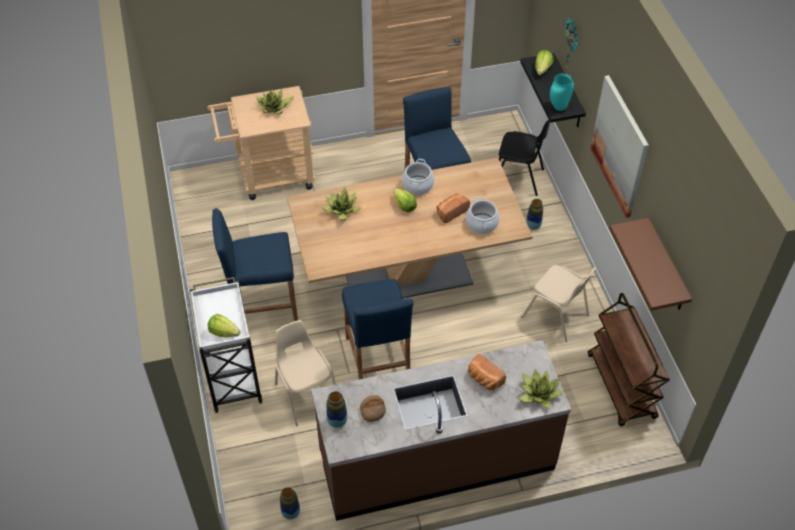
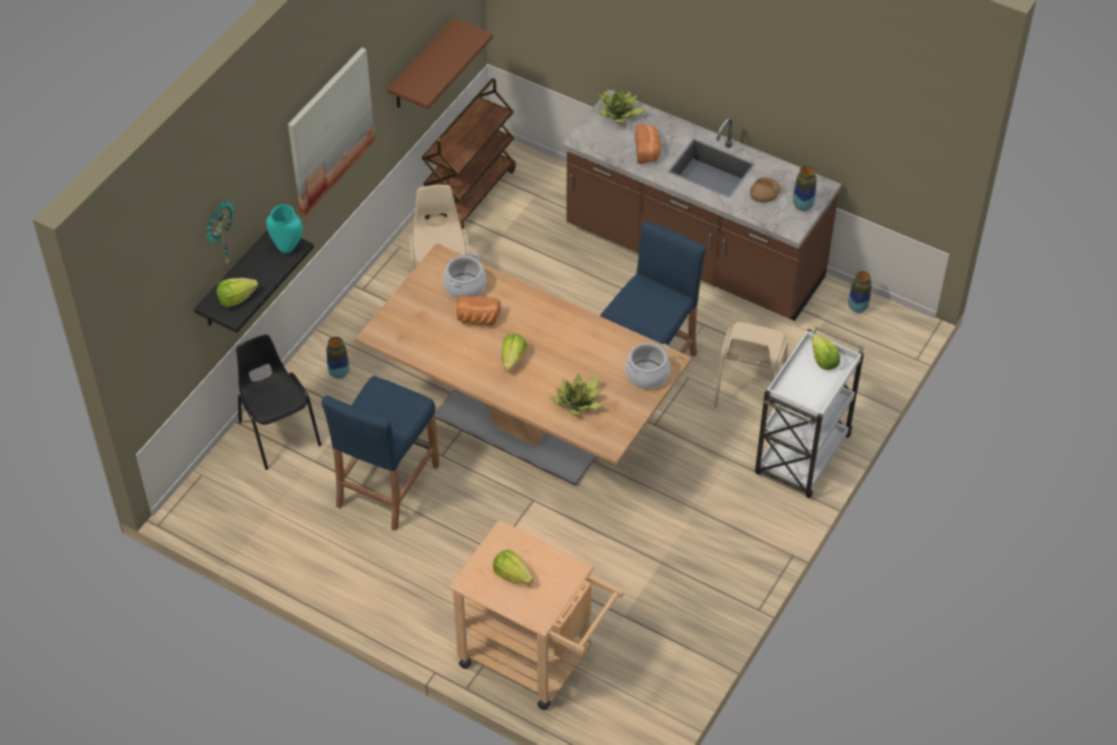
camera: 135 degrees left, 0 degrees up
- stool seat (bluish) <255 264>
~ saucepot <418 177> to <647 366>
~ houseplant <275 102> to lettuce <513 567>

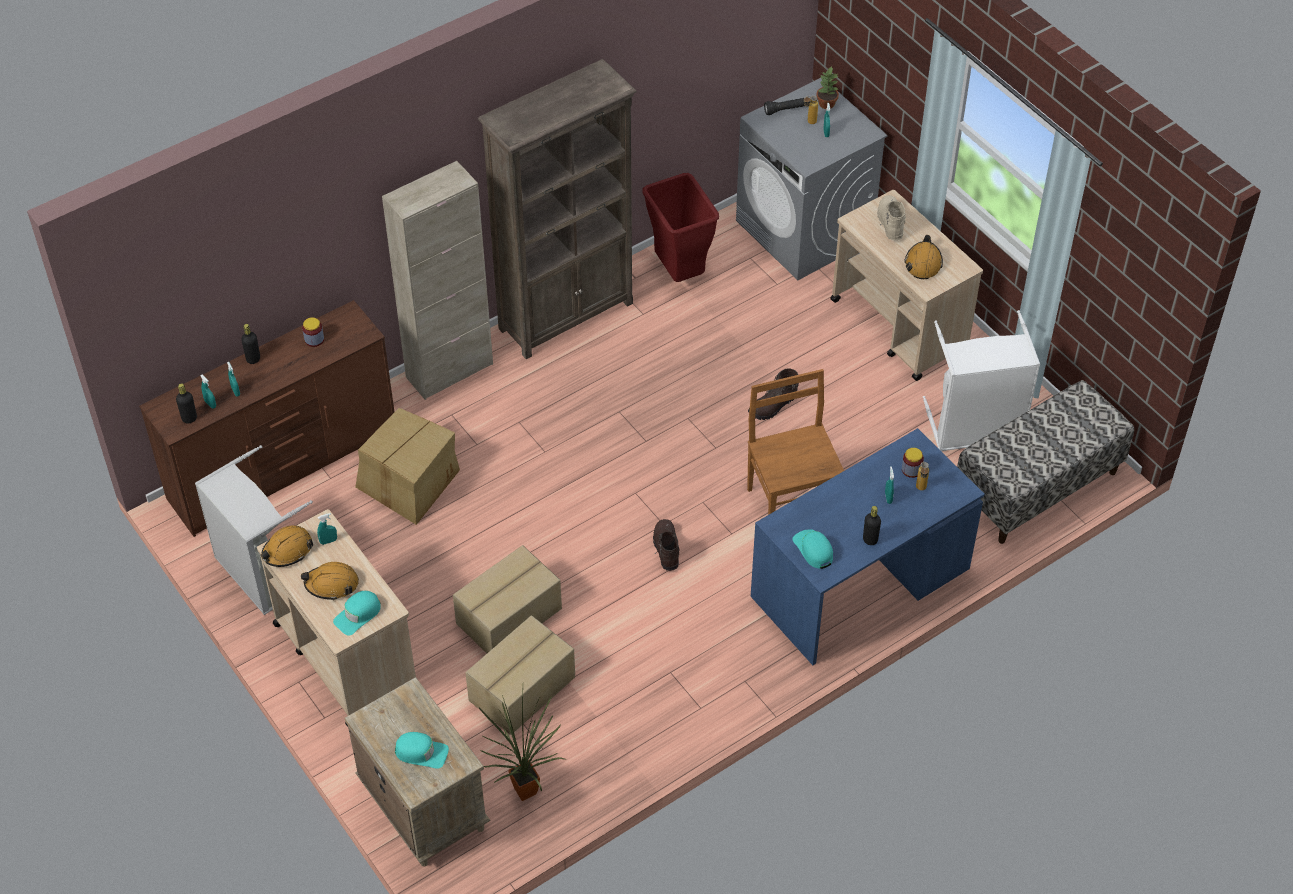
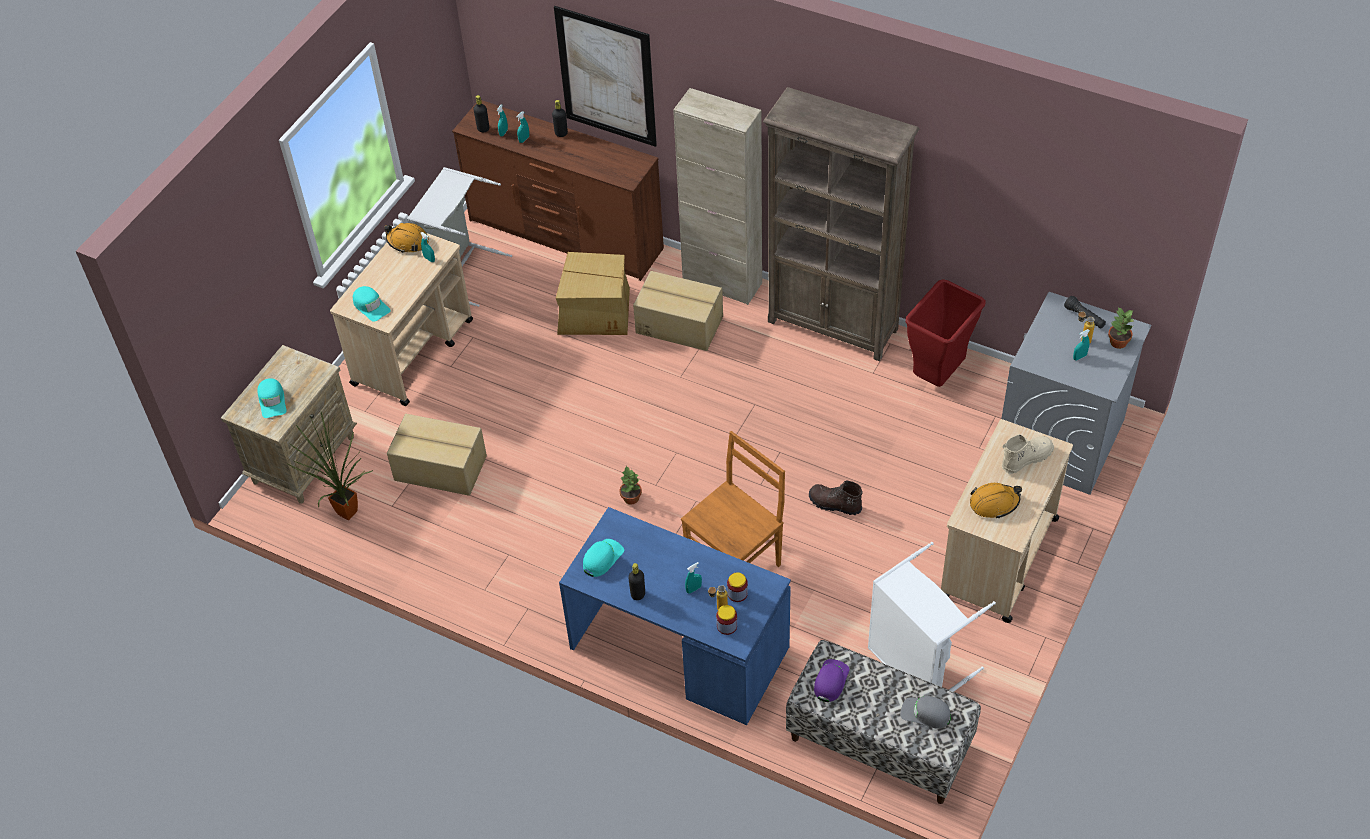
camera: 65 degrees right, 0 degrees up
- work helmet (orange) <330 581>
+ picture <605 76>
+ cap (purplish) <831 680>
+ cap (greyish) <925 712>
~ jar <313 332> to <726 620>
~ carton <507 599> to <678 311>
~ boot (brown) <666 545> to houseplant <630 485>
~ cap (turquoise-coloured) <357 613> = <372 304> 150 degrees counterclockwise

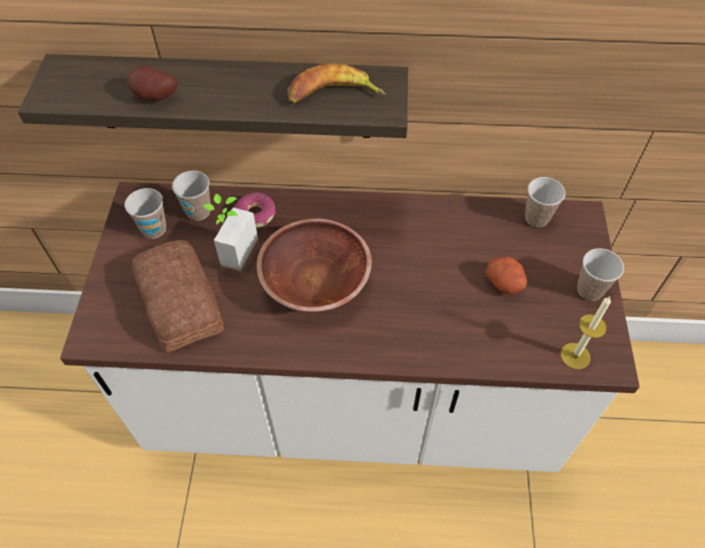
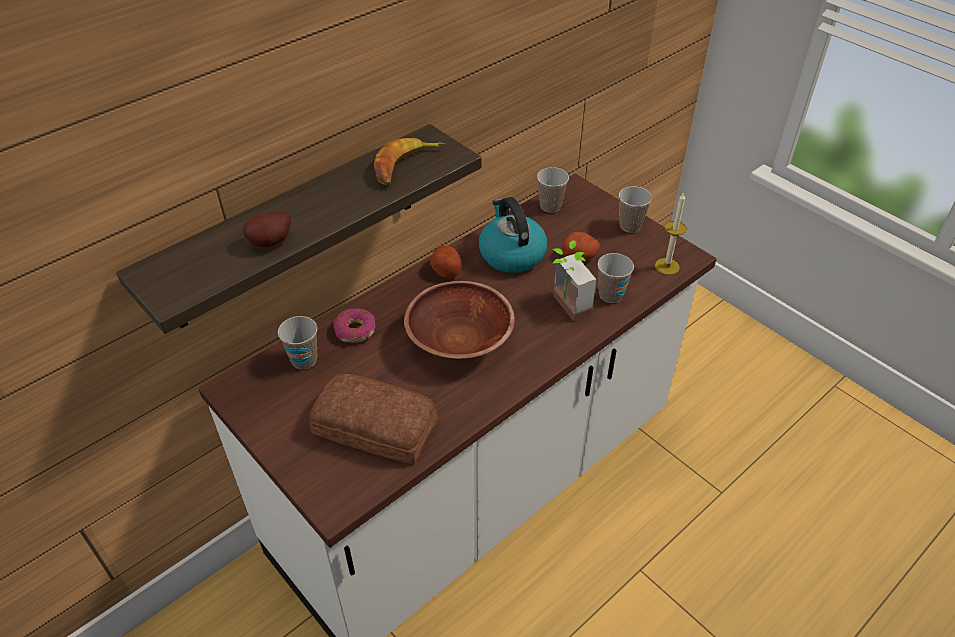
camera: 45 degrees left, 10 degrees down
+ potato <445 261>
+ water kettle <513 235>
~ cup <145 213> to <615 278>
~ houseplant <231 235> to <574 280>

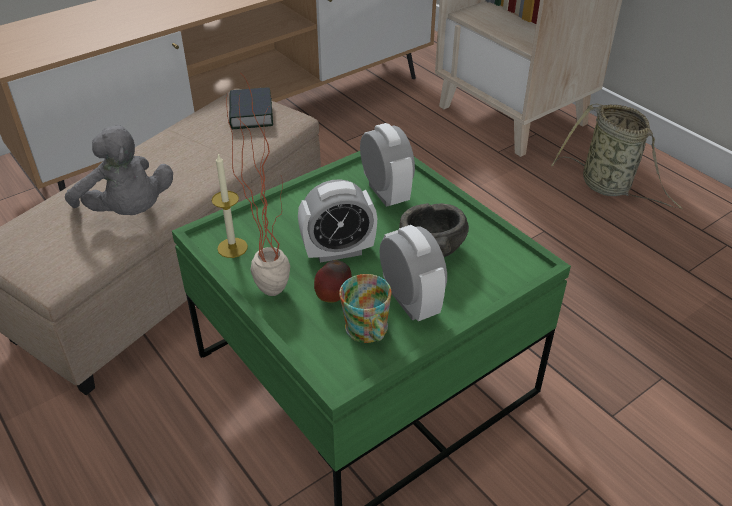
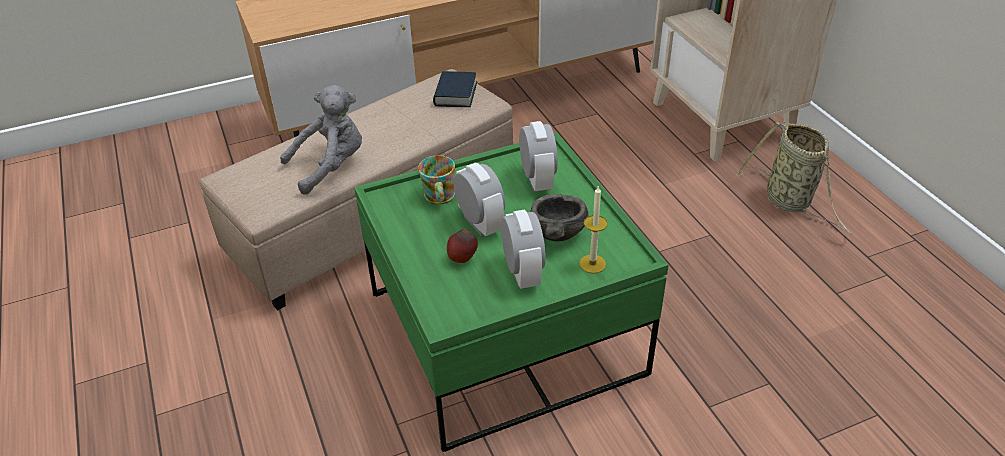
camera: 15 degrees right, 0 degrees up
- houseplant <258 186>
~ candle <229 206> to <593 230>
~ mug <365 308> to <436 180>
~ soft toy (greyish) <119 170> = <321 140> 90 degrees counterclockwise
~ alarm clock <337 221> = <479 199> 120 degrees counterclockwise

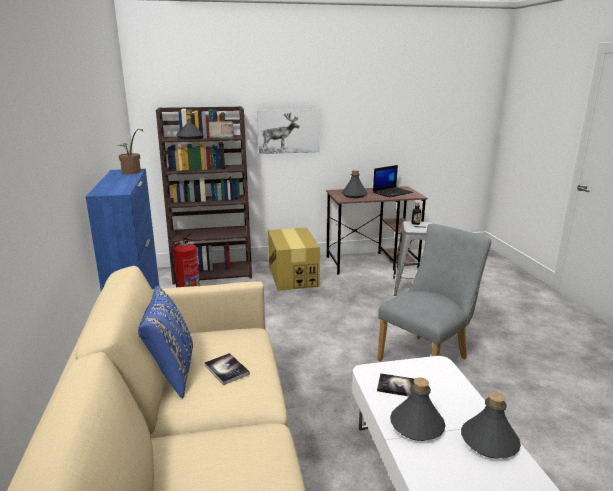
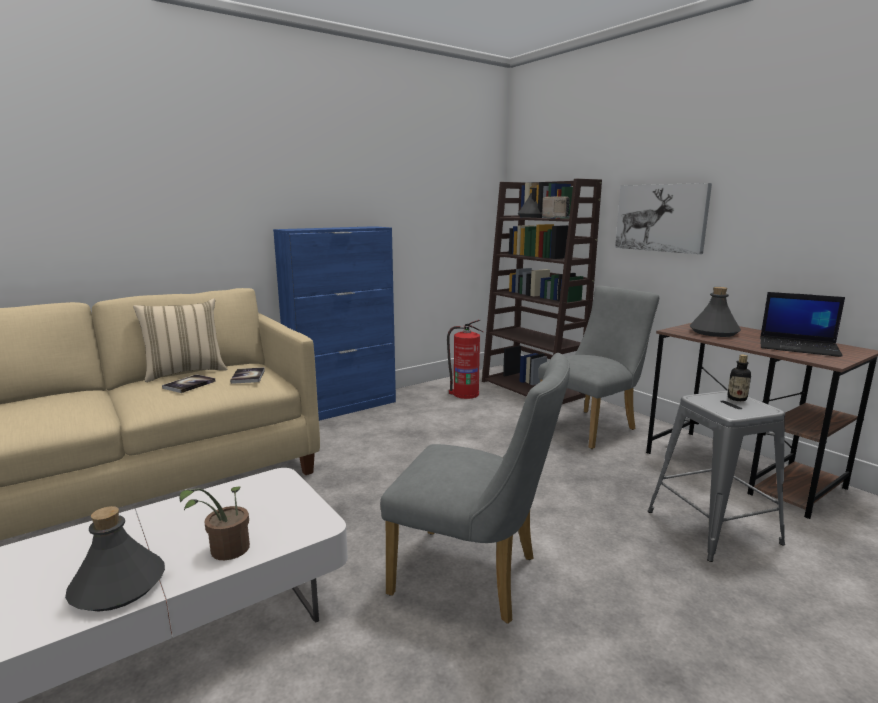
camera: 65 degrees right, 5 degrees down
- bottle (greyish) <417 409>
~ houseplant <130 151> to <215 523>
~ book <396 385> to <247 376>
~ carton <294 259> to chair (greyish) <598 367>
~ pillow (bluish) <165 342> to pillow (beige) <180 340>

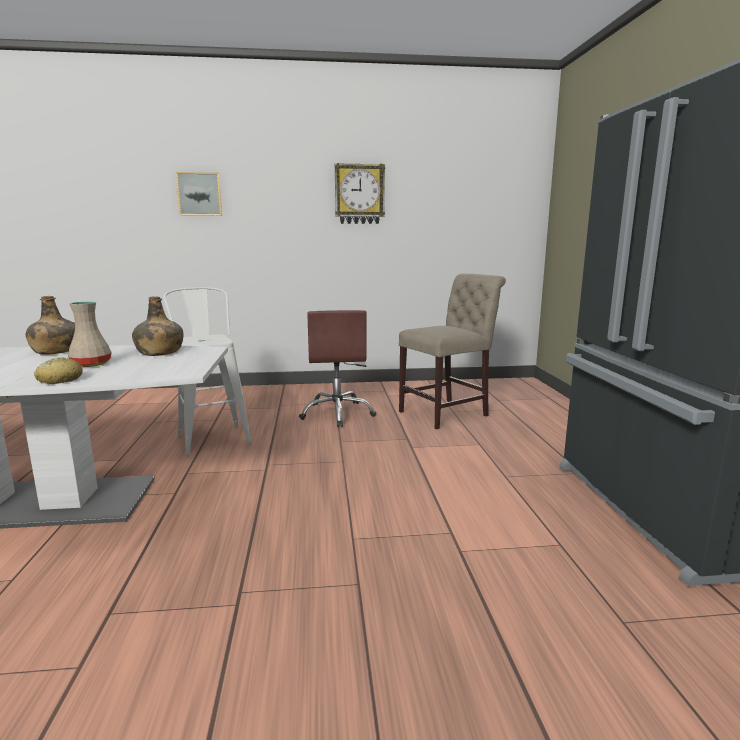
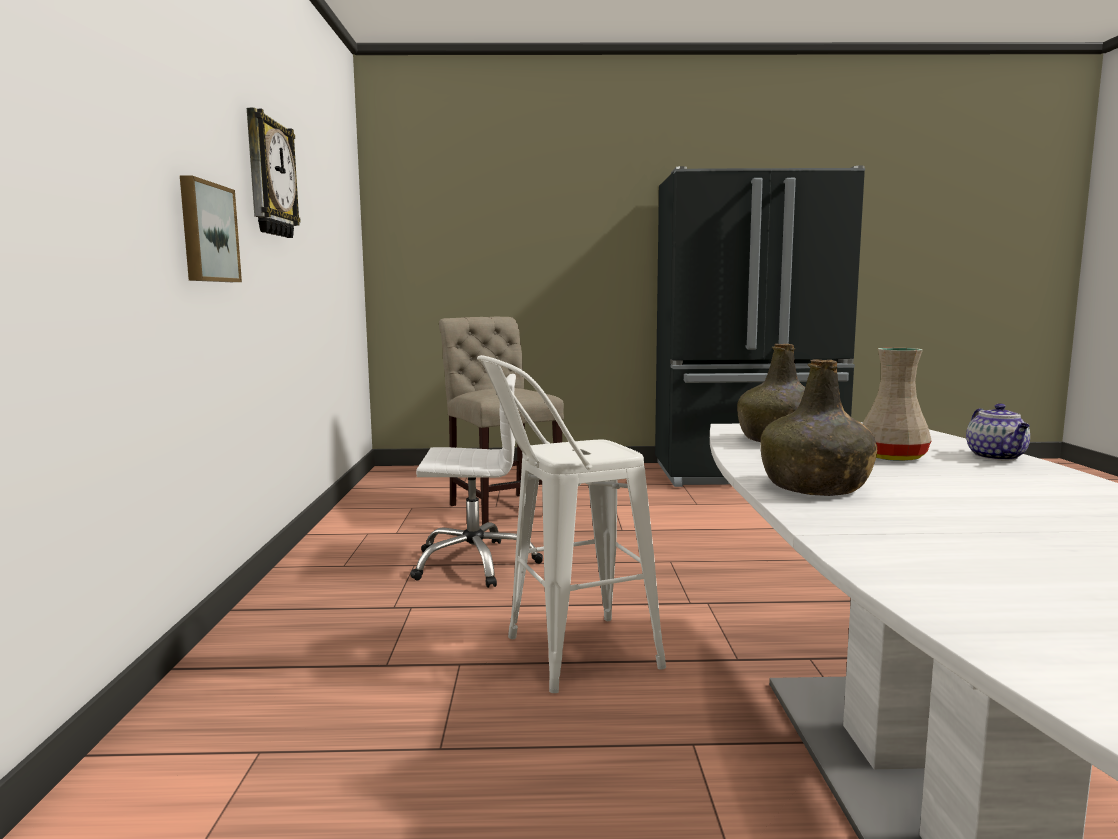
camera: 85 degrees left, 5 degrees down
~ picture <199 194> to <211 229>
~ baked bread <58 370> to pot for tea <998 432>
~ office chair (brown) <337 368> to office chair (white) <476 481>

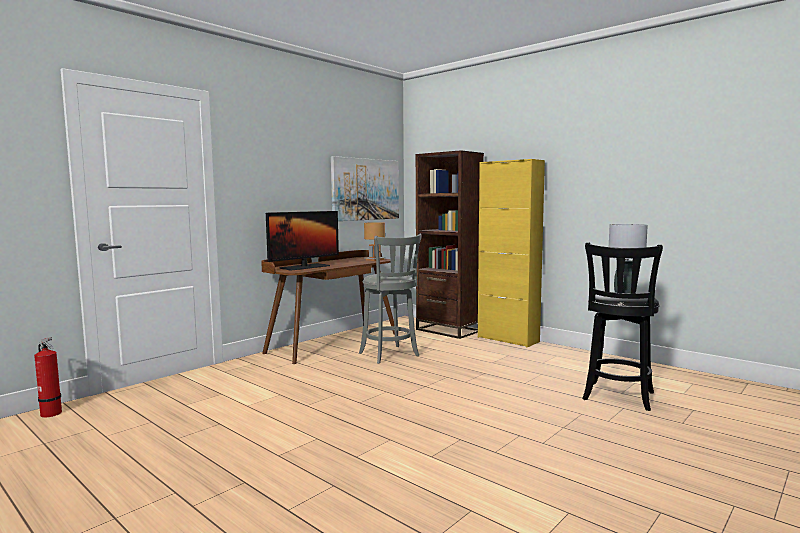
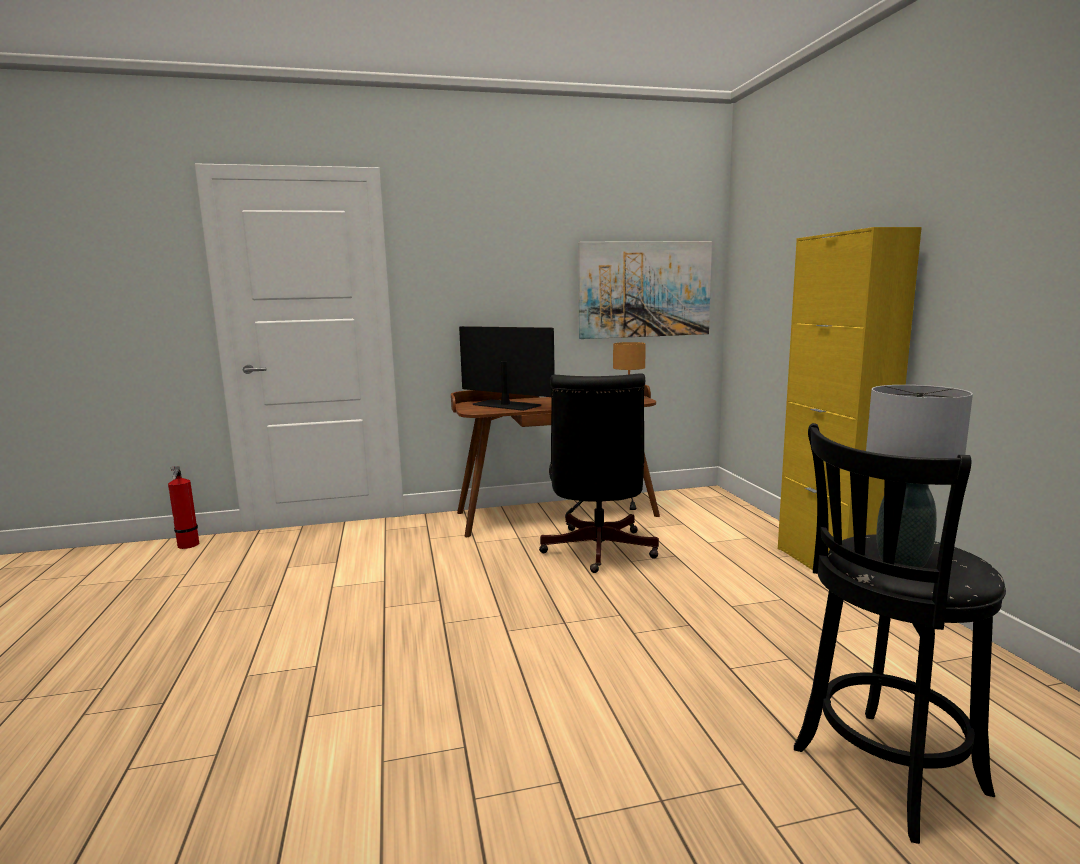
camera: 35 degrees right, 5 degrees up
- shelving unit (brown) <450 244>
~ stool seat (greyish) <390 299> to office chair (blackish) <599 473>
~ computer screen <302 241> = <507 368> 135 degrees counterclockwise

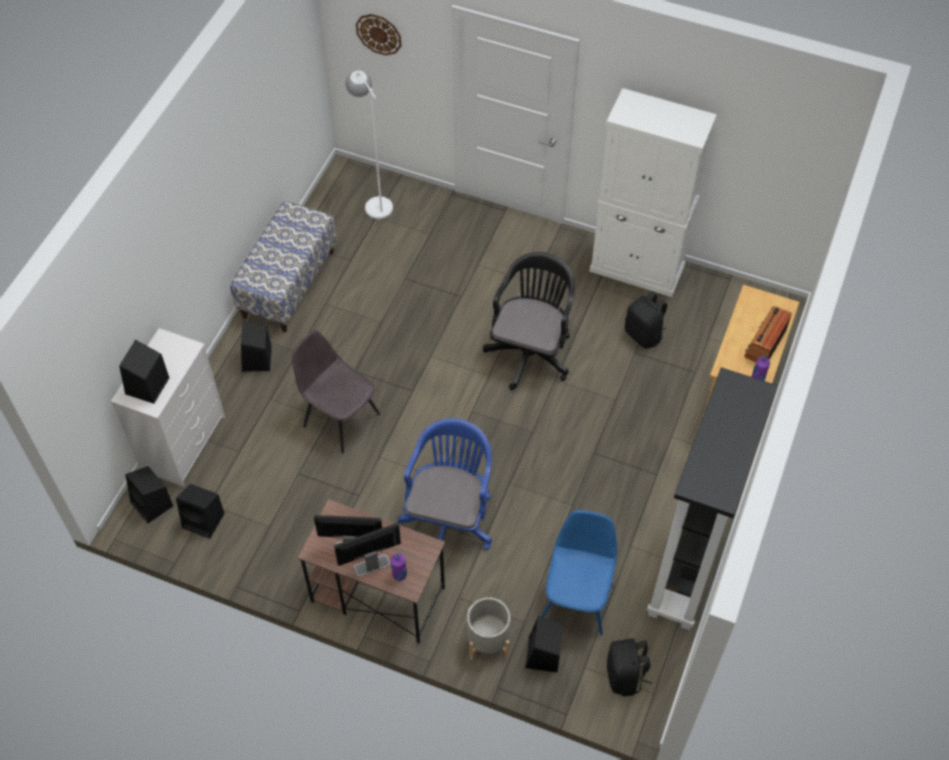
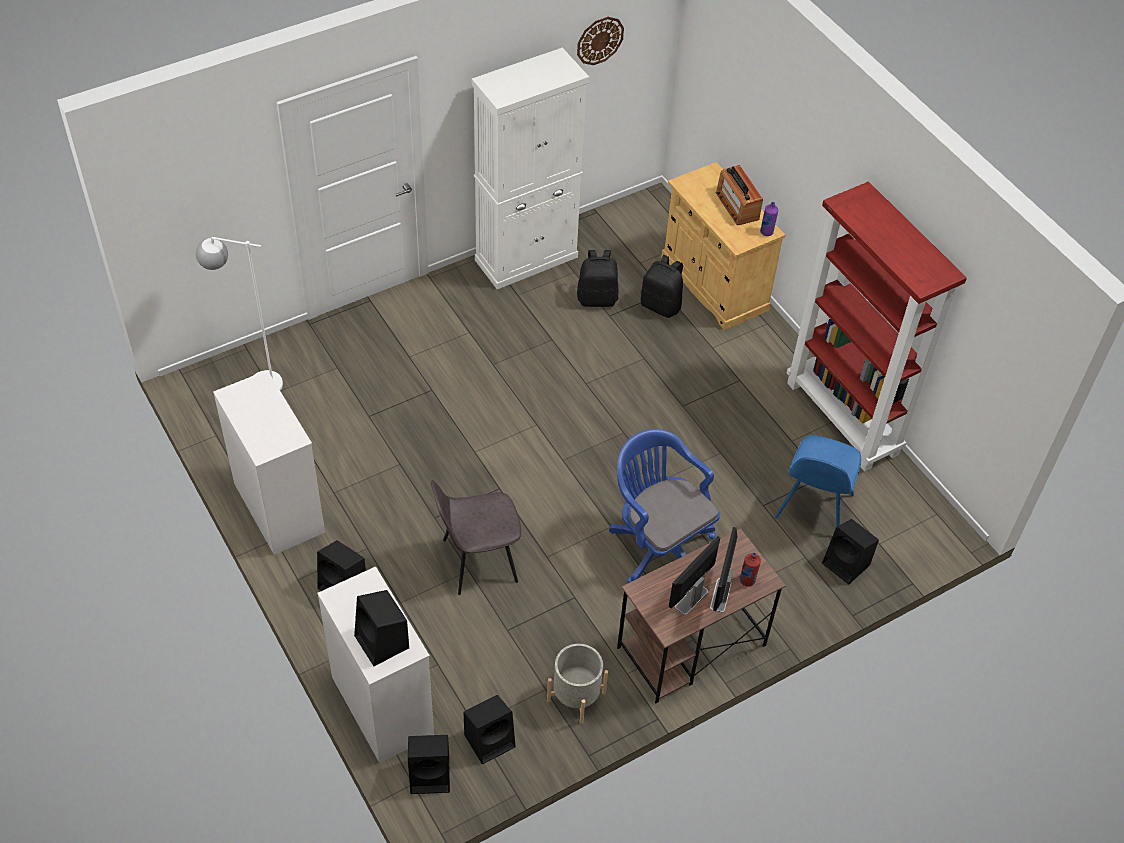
camera: 55 degrees left, 5 degrees down
- office chair (blackish) <529 321>
~ wall clock <378 34> to <600 41>
~ flower pot (greyish) <488 628> to <577 684>
~ knapsack (blackish) <629 667> to <662 286>
~ bench <283 267> to drawer chest (white) <269 462>
~ bottle (purplish) <399 567> to bottle (red-coloured) <750 570>
~ shelving unit (blackish) <712 498> to shelving unit (red-coloured) <877 327>
~ chair (bluish) <579 572> = <818 481> 120 degrees counterclockwise

